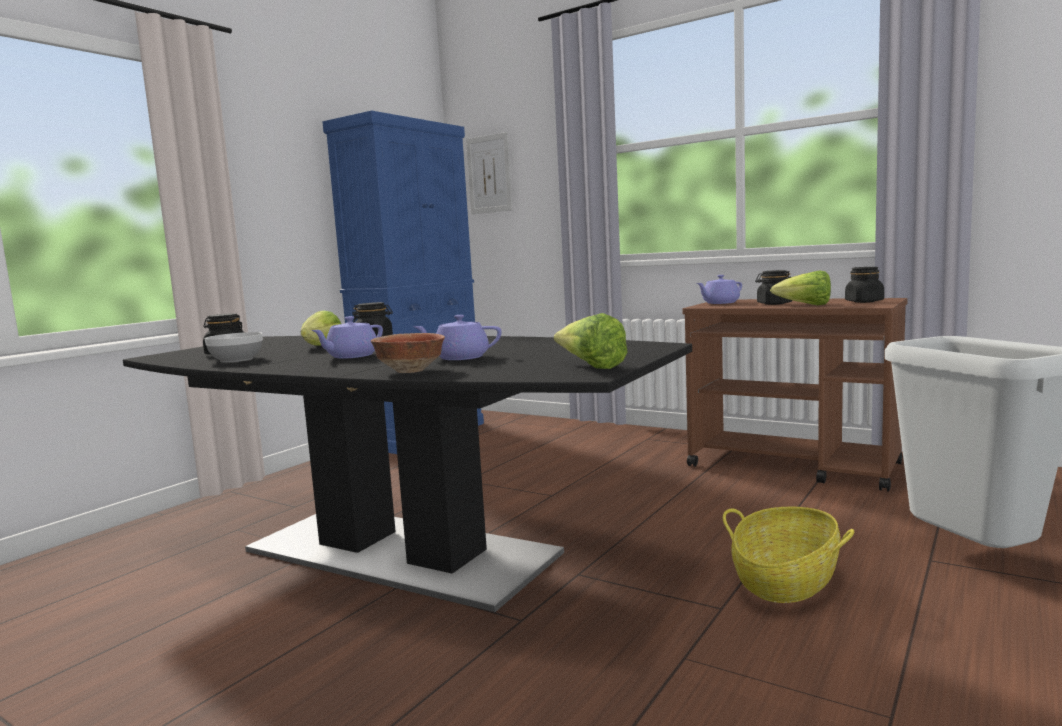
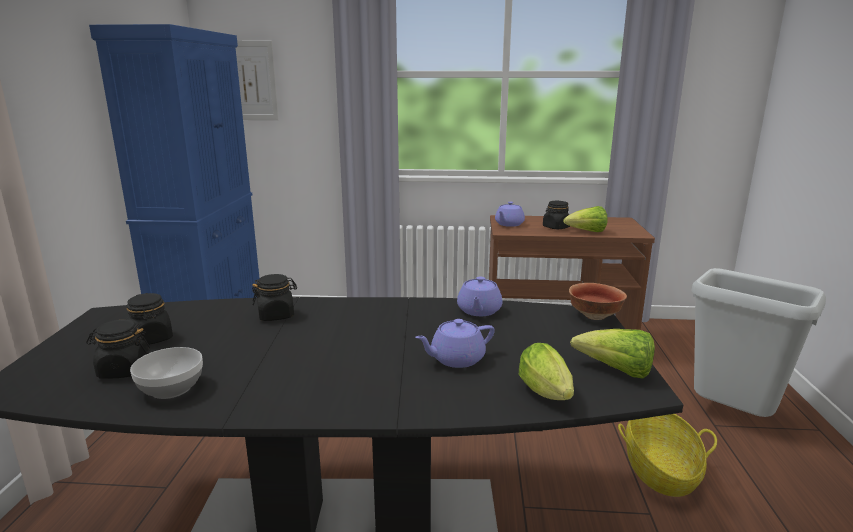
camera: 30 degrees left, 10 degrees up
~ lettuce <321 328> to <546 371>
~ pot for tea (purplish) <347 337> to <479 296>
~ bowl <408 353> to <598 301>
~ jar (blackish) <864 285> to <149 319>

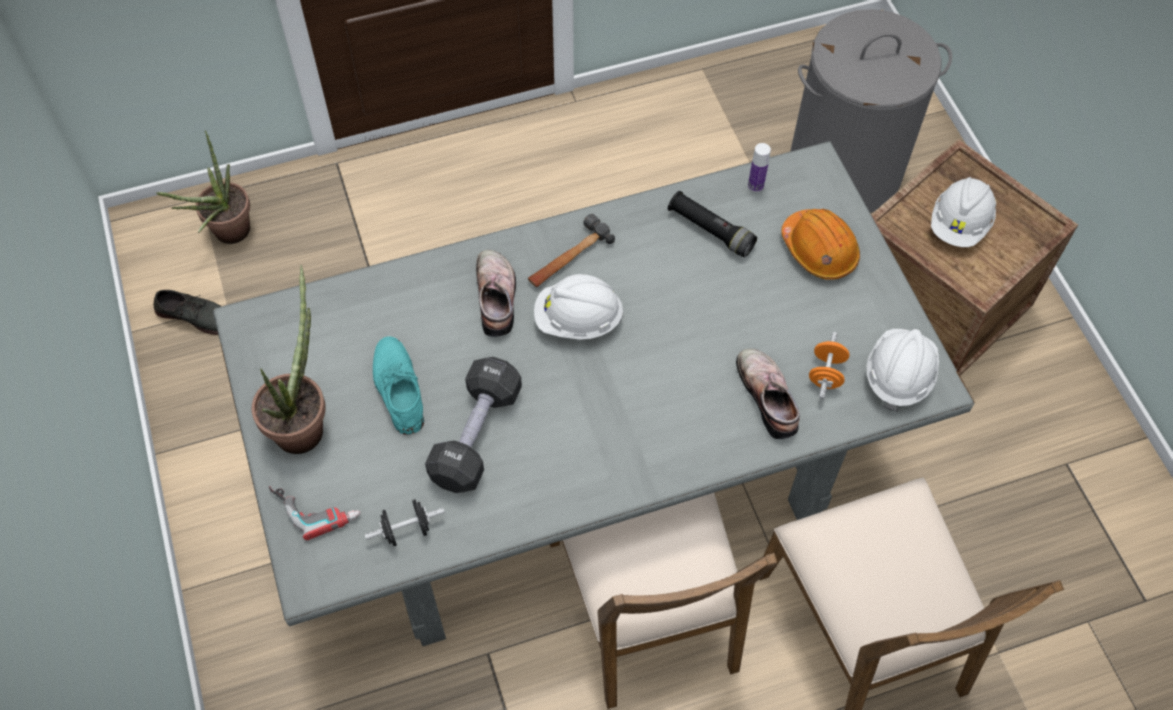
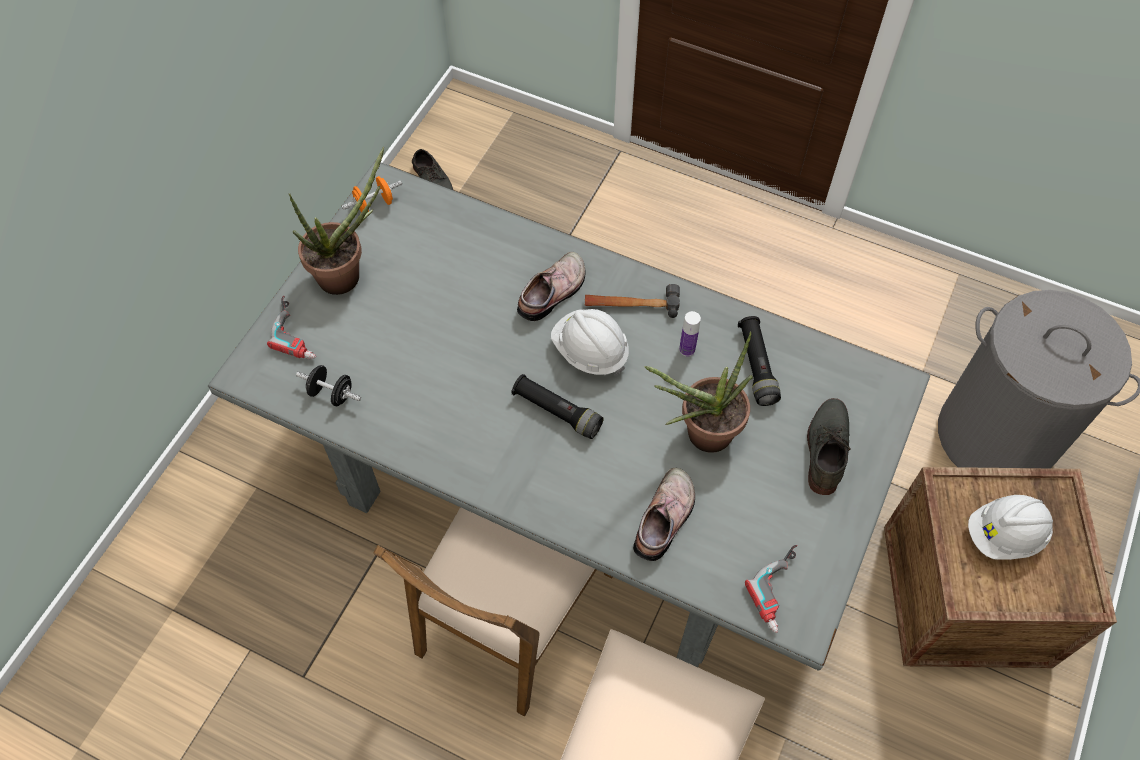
camera: 45 degrees right, 0 degrees up
- shoe (turquoise-coloured) <398 385>
- dumbbell (blackish) <473 425>
+ hand torch (blackish) <557 406>
~ houseplant <203 187> to <698 392>
~ bottle <759 167> to <690 333>
~ dumbbell (orange) <829 365> to <372 194>
~ work helmet (orange) <820 244> to shoe (greyish) <829 446>
~ work helmet (white) <902 370> to electric drill <771 589>

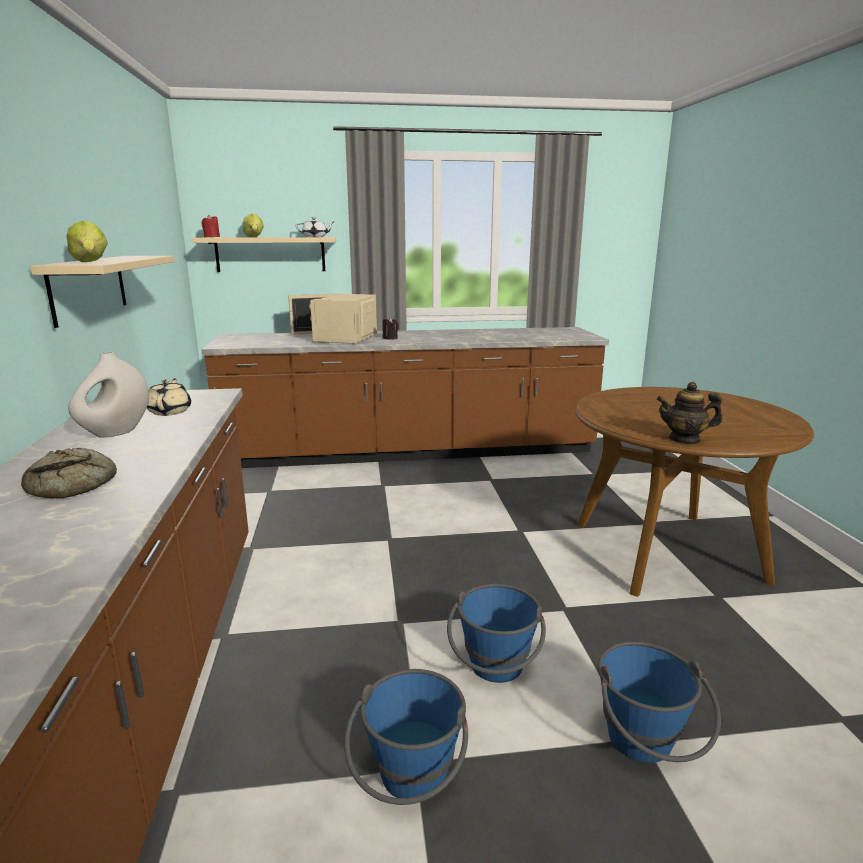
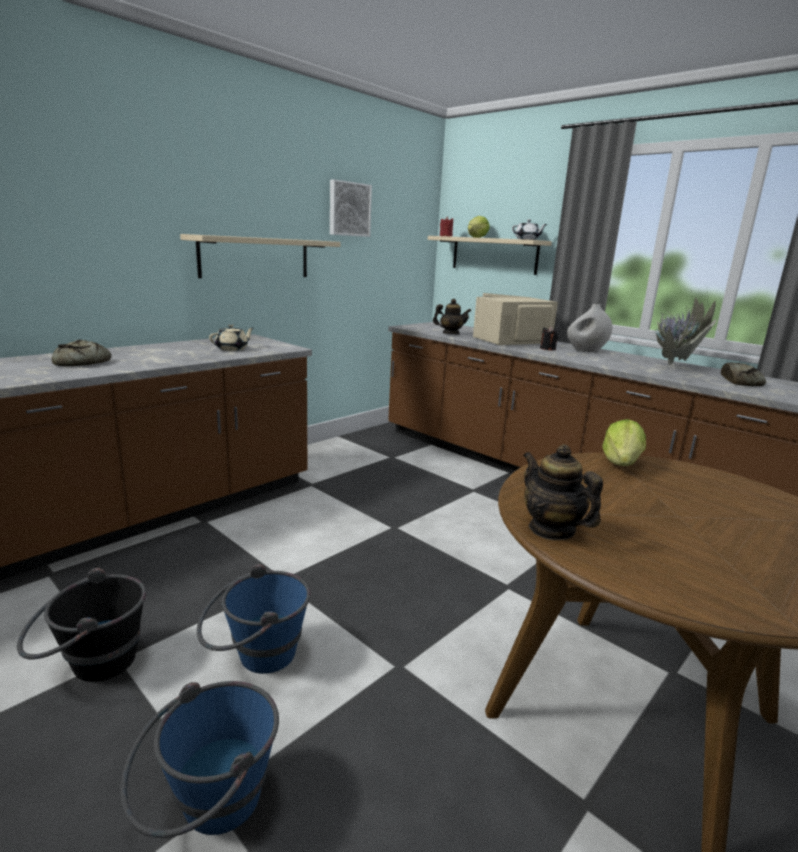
camera: 50 degrees right, 0 degrees up
+ picture <351 208>
+ pot for tea <452 316>
+ houseplant <668 327>
+ baked bread <743 374>
~ lettuce <87 241> to <624 442>
~ decorative vase (white) <108 394> to <589 328>
~ bucket (bluish) <406 737> to bucket (blackish) <81 625>

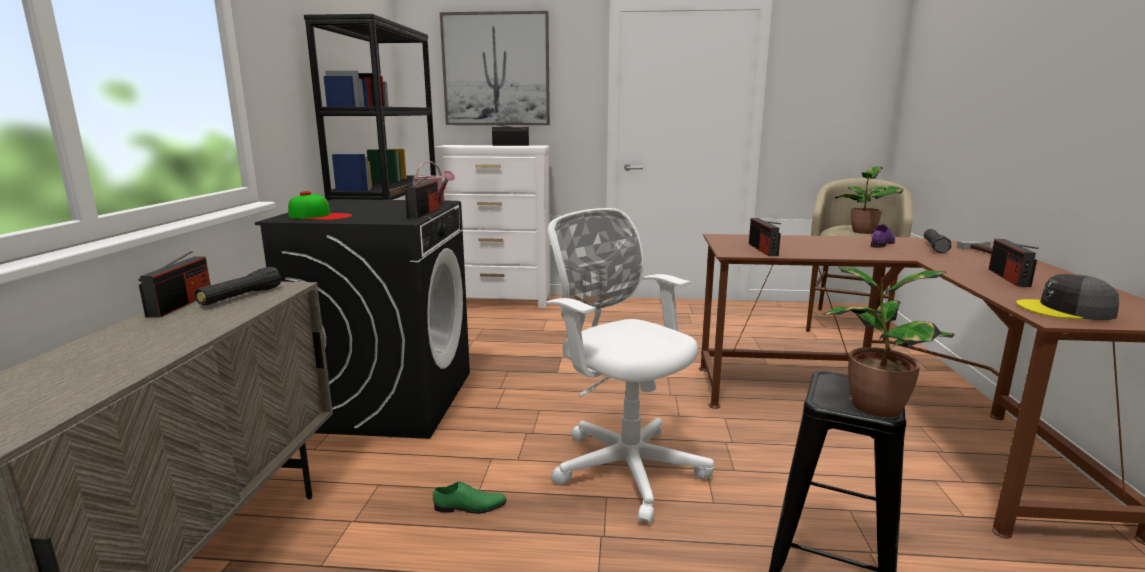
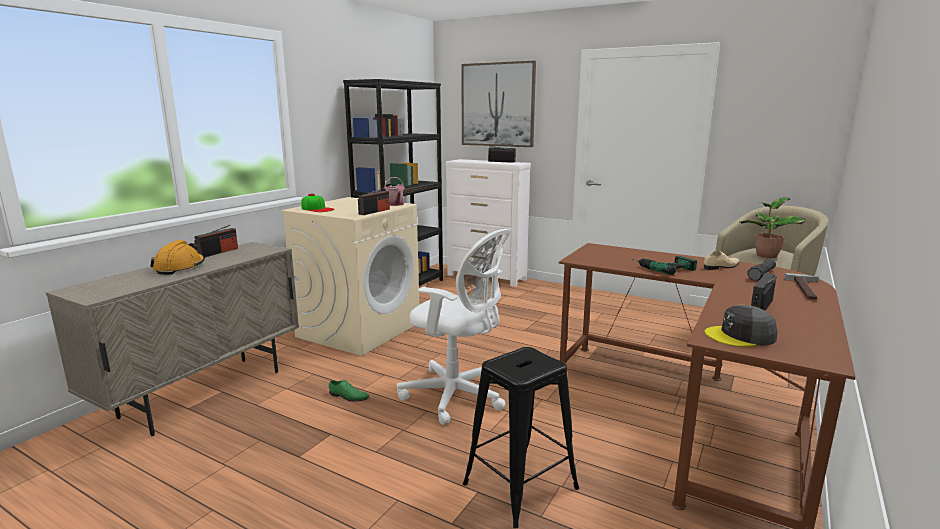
camera: 25 degrees right, 0 degrees up
- hand torch (blackish) <238 286>
- radio receiver <765 237>
- houseplant <889 342>
+ work helmet (orange) <177 257>
+ electric drill <664 265>
~ laundry appliance (blackish) <362 319> to laundry appliance (beige) <350 276>
~ shoe (purplish) <883 236> to shoe (beige) <721 260>
~ office chair (white) <630 366> = <454 327> 135 degrees clockwise
~ cap (greyish) <1067 297> = <741 326> 45 degrees counterclockwise

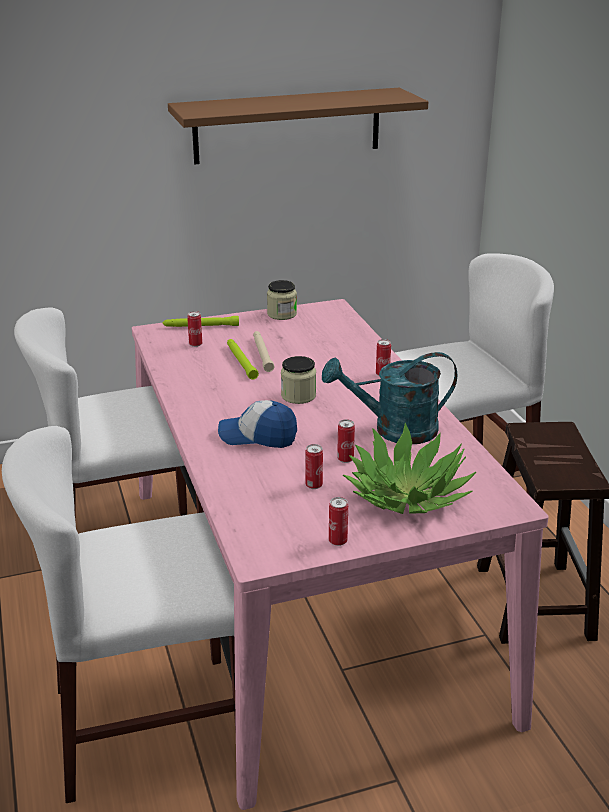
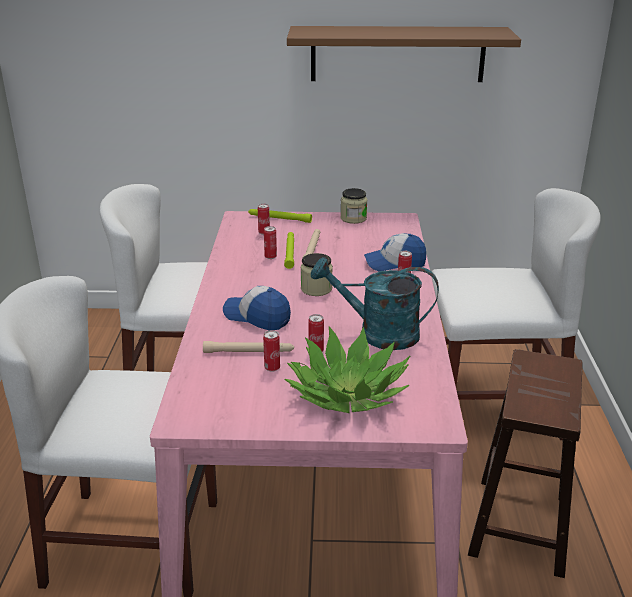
camera: 20 degrees right, 0 degrees up
+ hand torch (beige) <248 347>
+ cap <395 252>
~ sealed can <338 521> to <270 242>

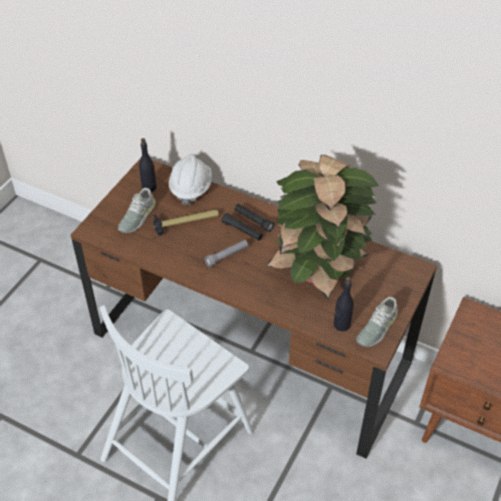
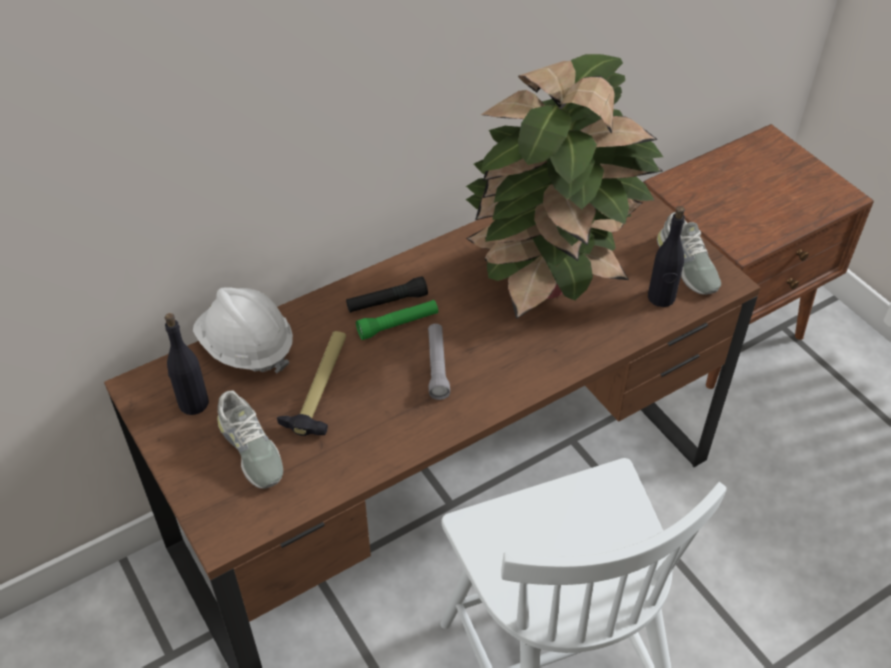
camera: 60 degrees left, 0 degrees up
~ hand torch (blackish) <242 227> to hand torch (greenish) <397 320>

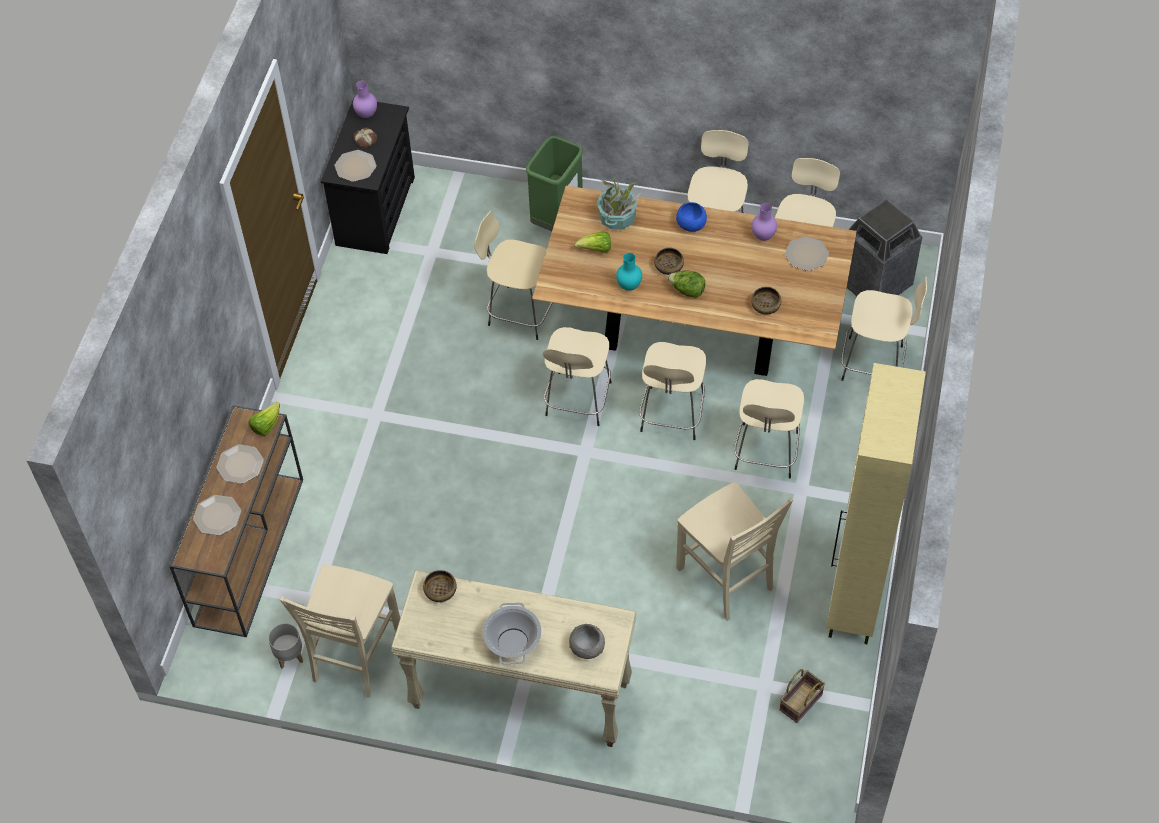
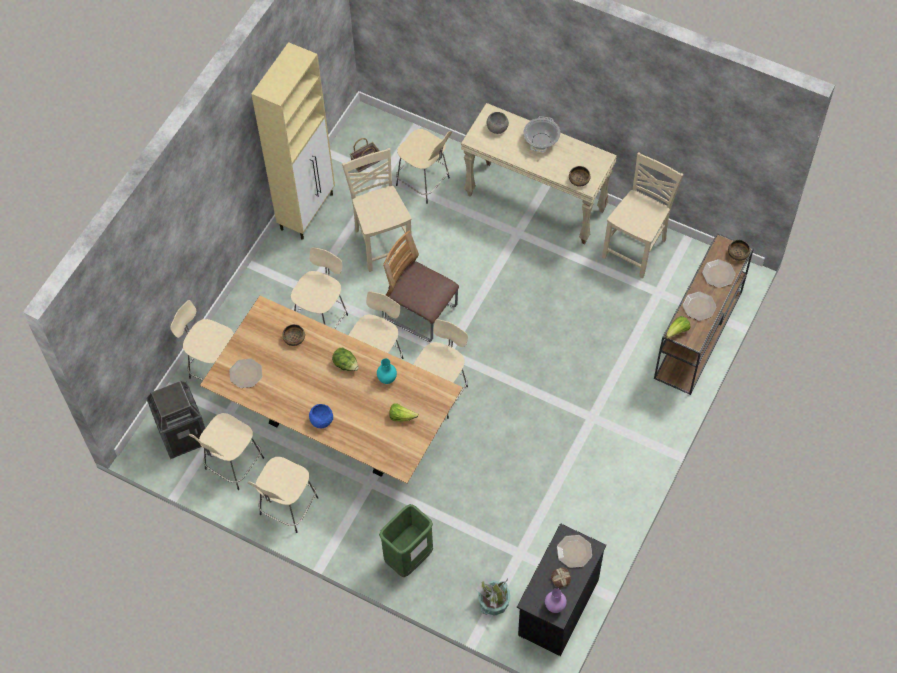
camera: 165 degrees left, 5 degrees up
- flower pot (greyish) <285 646>
- decorative vase (purplish) <764 222>
+ chair <421 286>
~ stool seat (beige) <513 275> to <424 166>
~ houseplant <619 203> to <492 597>
~ bowl <669 261> to <739 250>

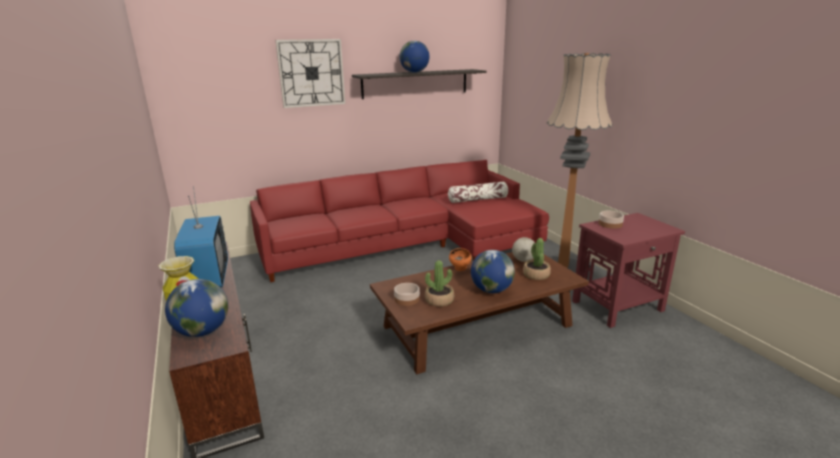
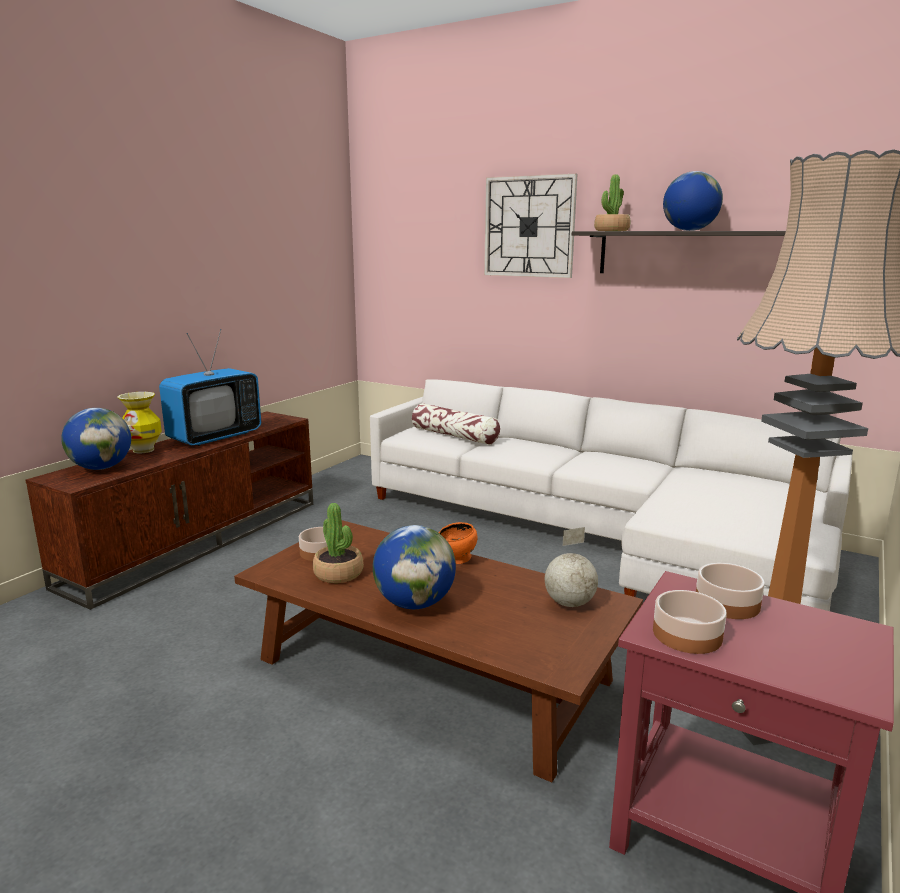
camera: 55 degrees right, 5 degrees down
+ bowl <690 622>
~ pillow <478 192> to <456 424>
~ houseplant <537 259> to <612 202>
~ couch (red-coloured) <399 221> to couch (white) <611 495>

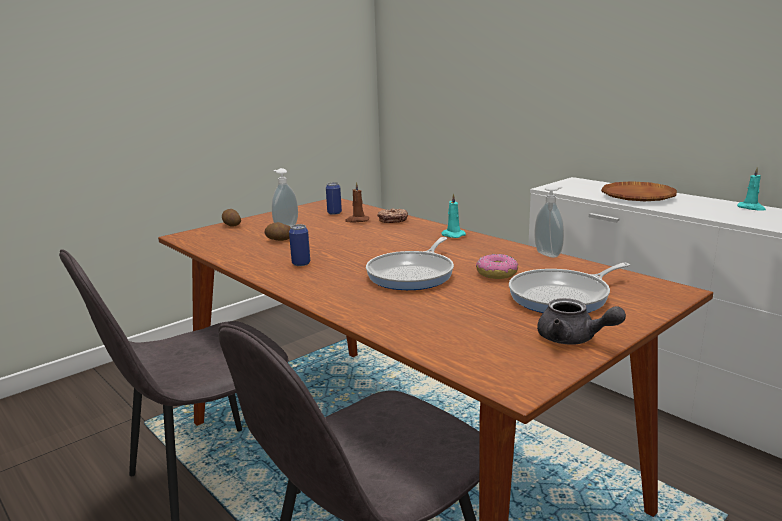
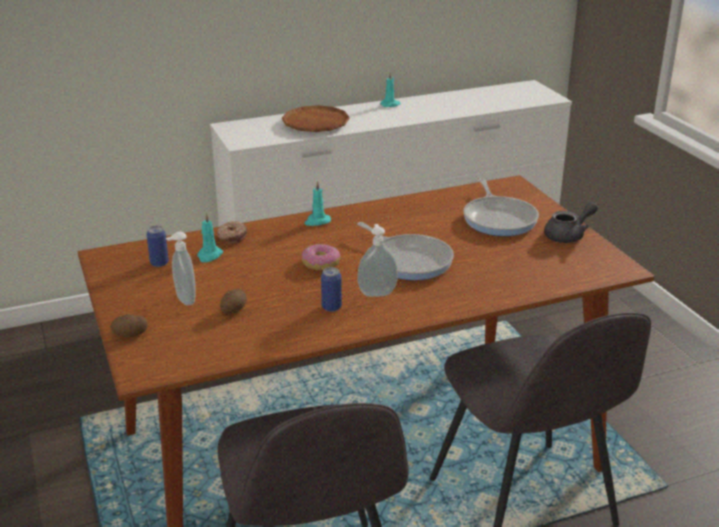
camera: 70 degrees left, 10 degrees up
~ ring doughnut <497 266> to <321 257>
~ soap dispenser <549 221> to <377 260>
~ candle (brown) <357 202> to candle (turquoise-coloured) <210 238>

